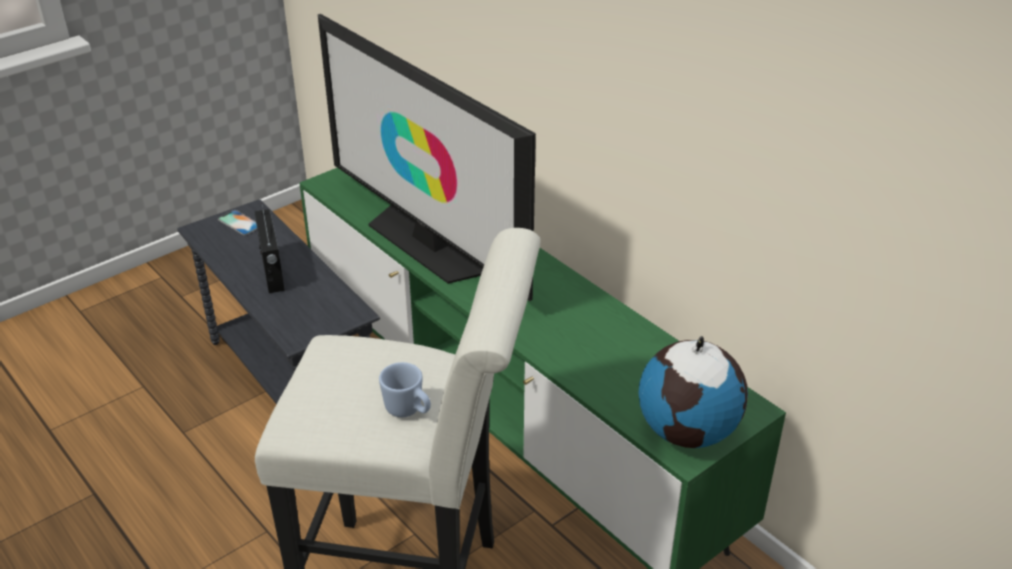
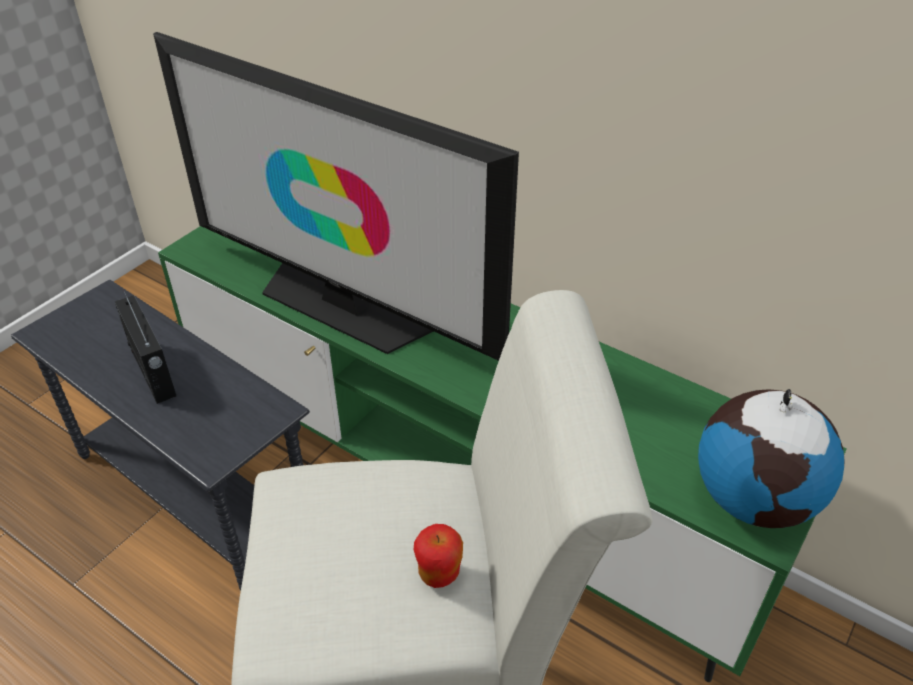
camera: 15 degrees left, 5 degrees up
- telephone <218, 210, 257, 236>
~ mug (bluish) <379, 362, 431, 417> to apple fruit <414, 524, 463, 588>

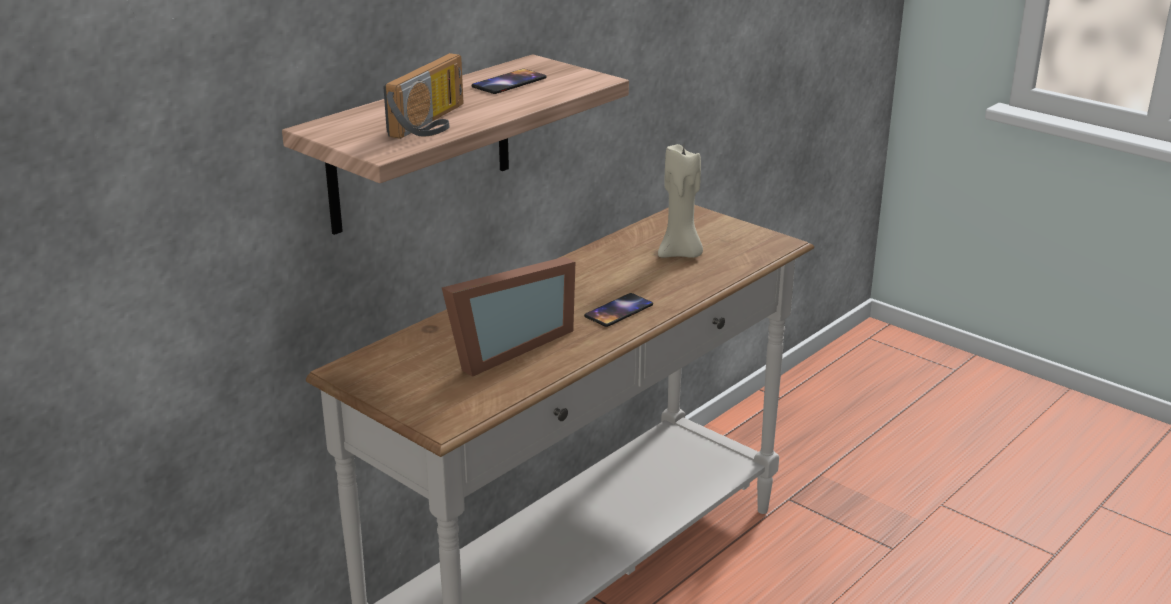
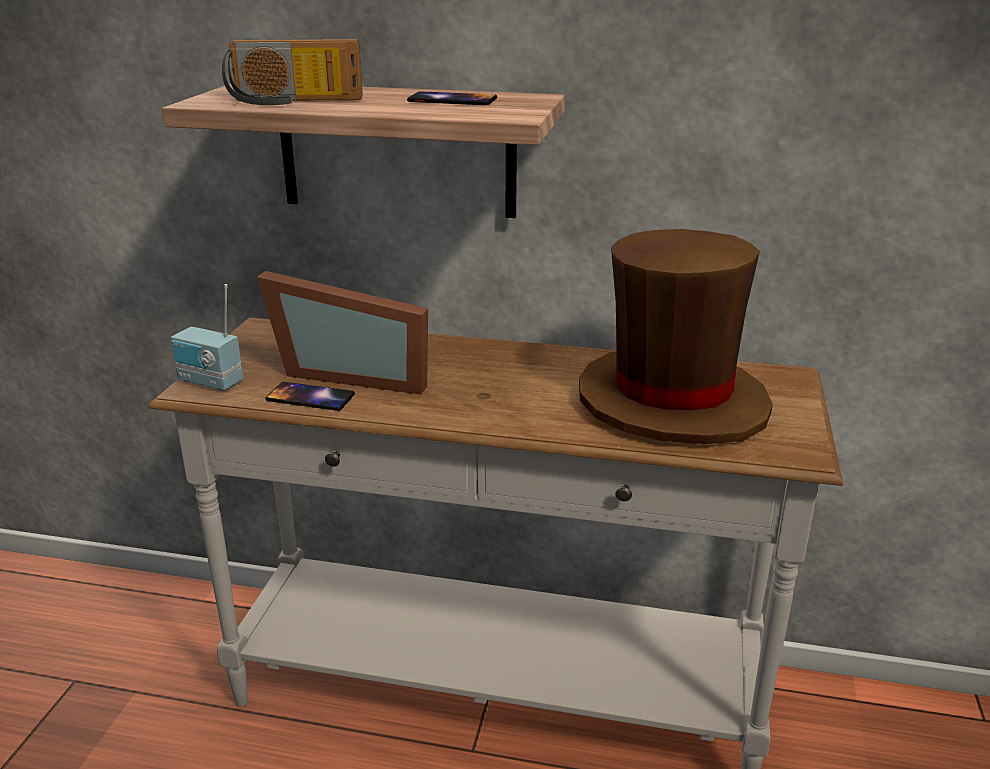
camera: 60 degrees right, 0 degrees up
~ telephone <584, 293, 653, 327> to <265, 382, 355, 411>
~ wax light (beige-coloured) <658, 144, 703, 258> to clothing hat (brown) <579, 229, 773, 444>
+ radio <171, 284, 243, 391>

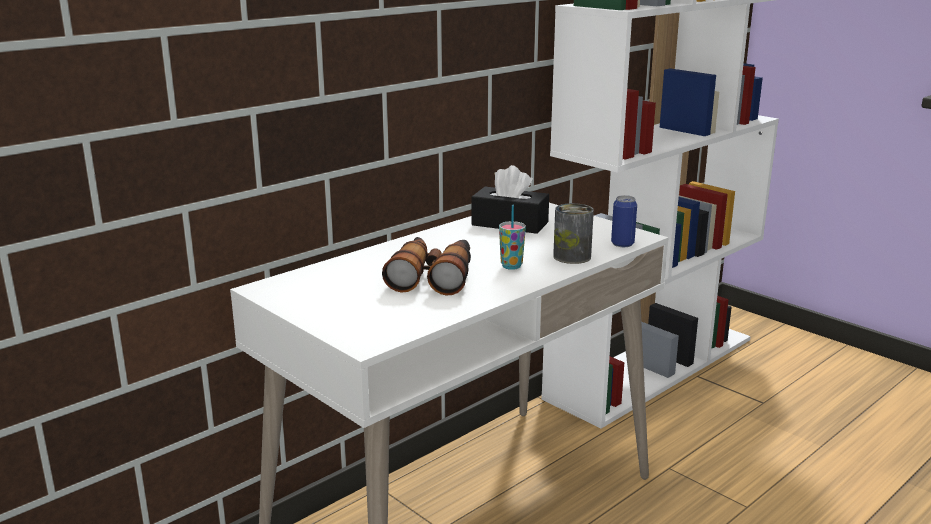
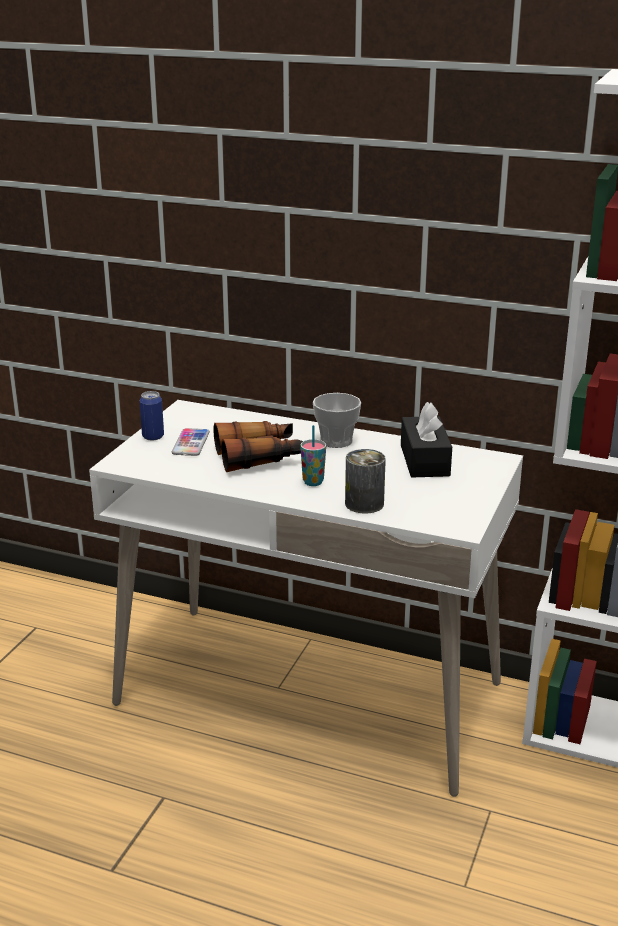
camera: 65 degrees right, 5 degrees up
~ can <611, 195, 637, 247> to <139, 391, 164, 441>
+ telephone <172, 428, 210, 456>
+ drinking cup <313, 393, 361, 448>

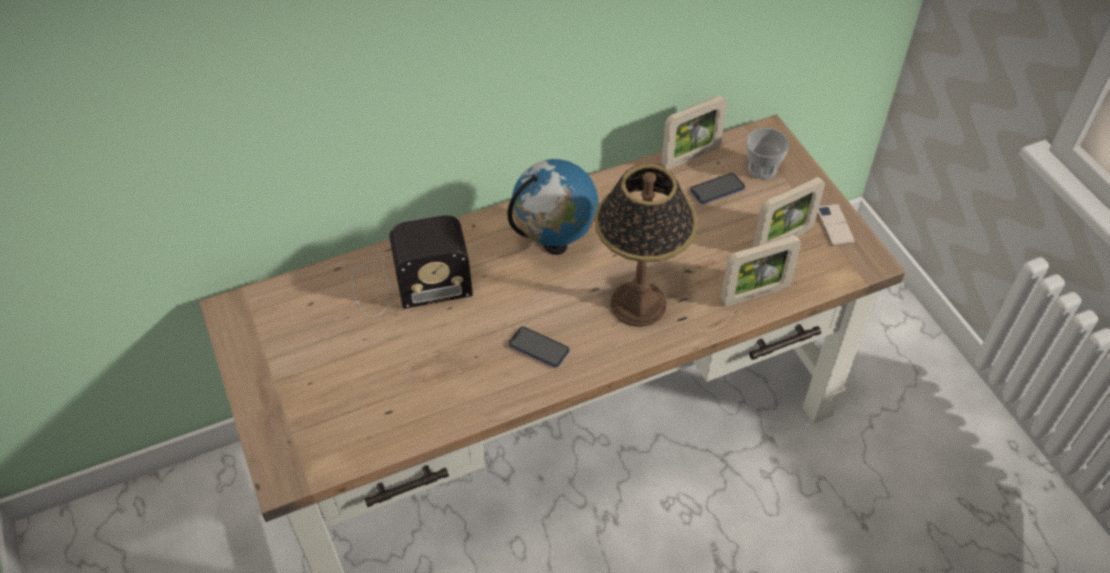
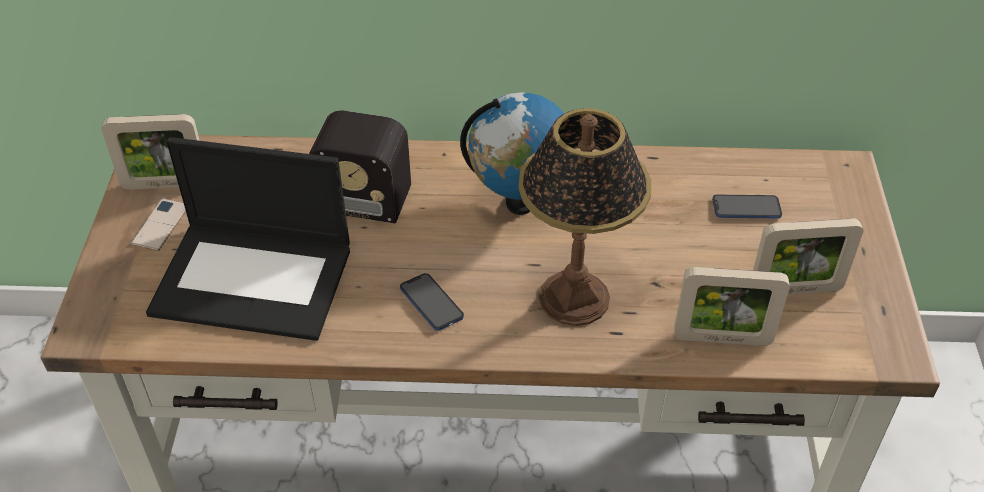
camera: 25 degrees right, 5 degrees down
~ standing frame <661, 95, 727, 170> to <102, 114, 200, 190>
- drinking cup <746, 128, 789, 179>
~ telephone <817, 204, 855, 246> to <131, 198, 186, 251>
+ laptop <146, 137, 350, 341>

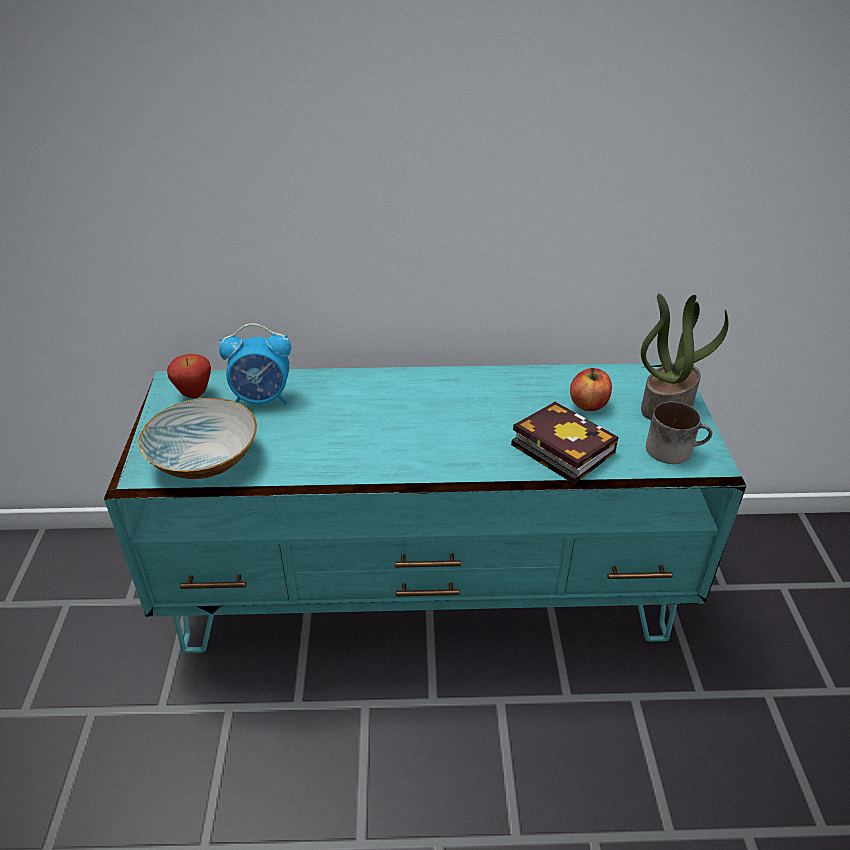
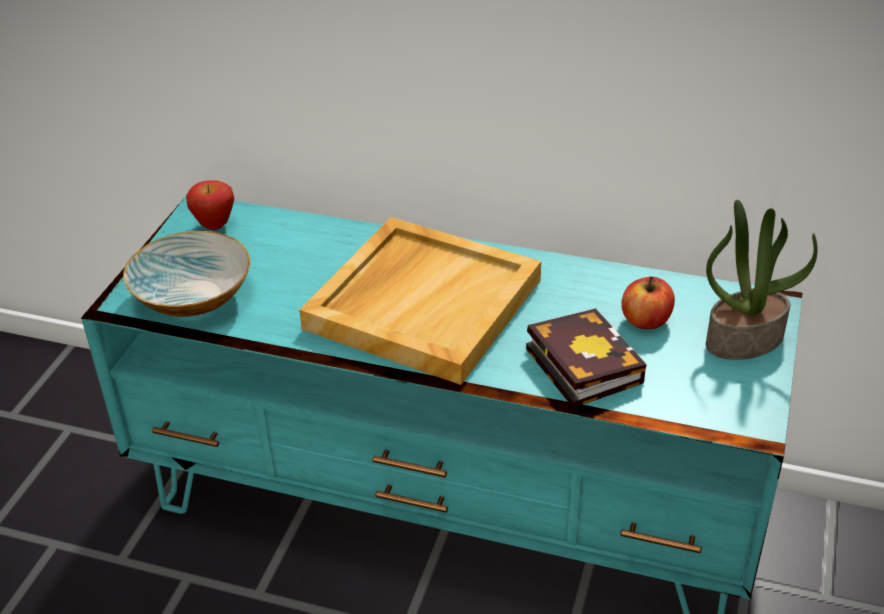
camera: 20 degrees right, 0 degrees up
- alarm clock <219, 323, 291, 404>
- mug <646, 401, 712, 464>
+ carrying tray (beige-coloured) <299, 217, 541, 385>

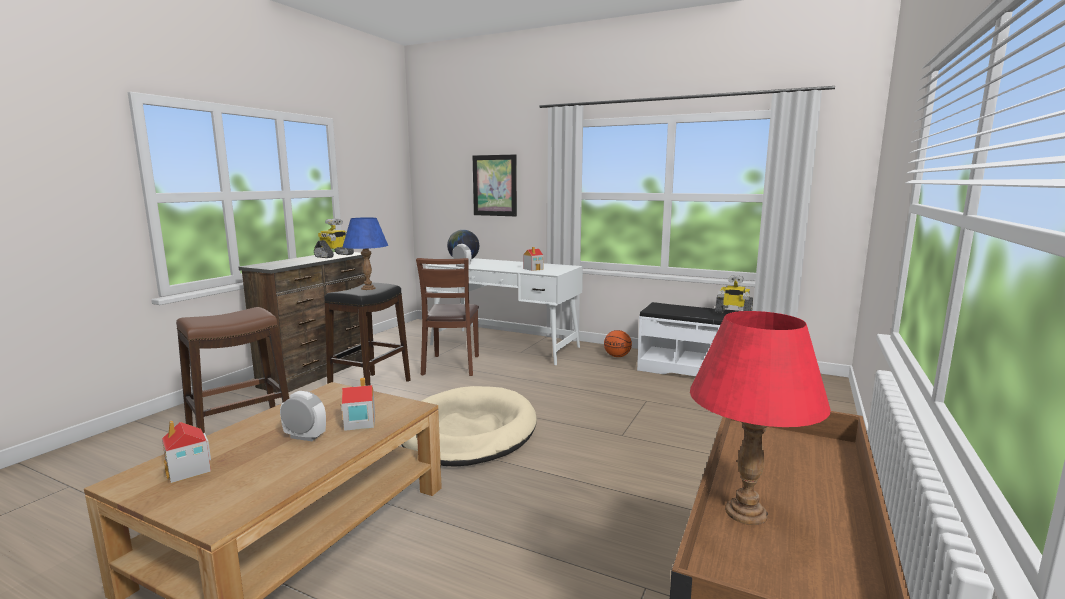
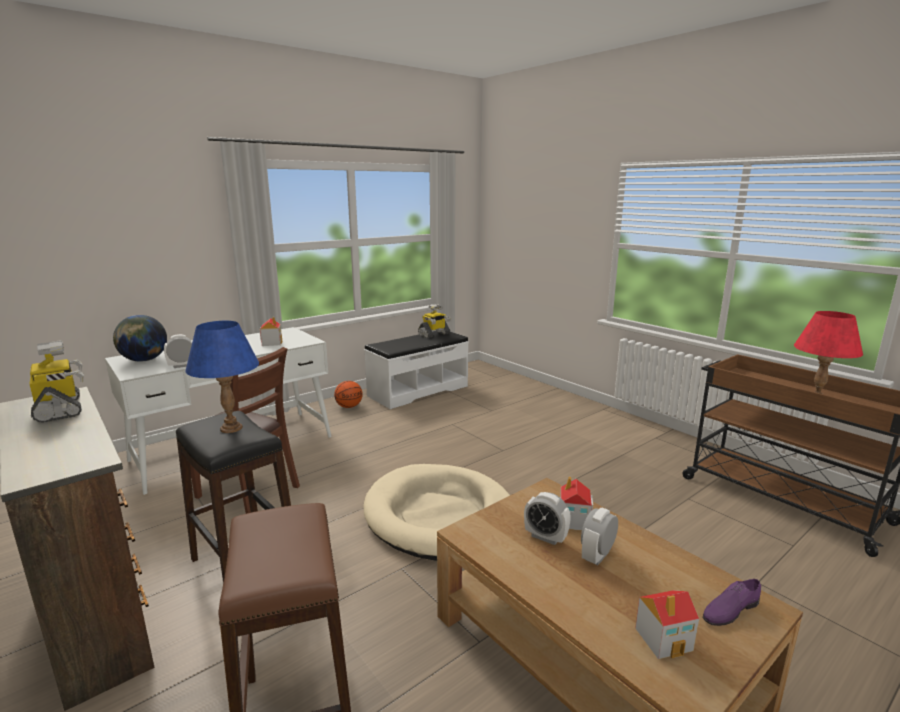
camera: 65 degrees left, 5 degrees up
- wall art <473, 154, 517, 216>
+ alarm clock <524, 492, 571, 545>
+ low shoe (purple) <703, 579, 761, 626>

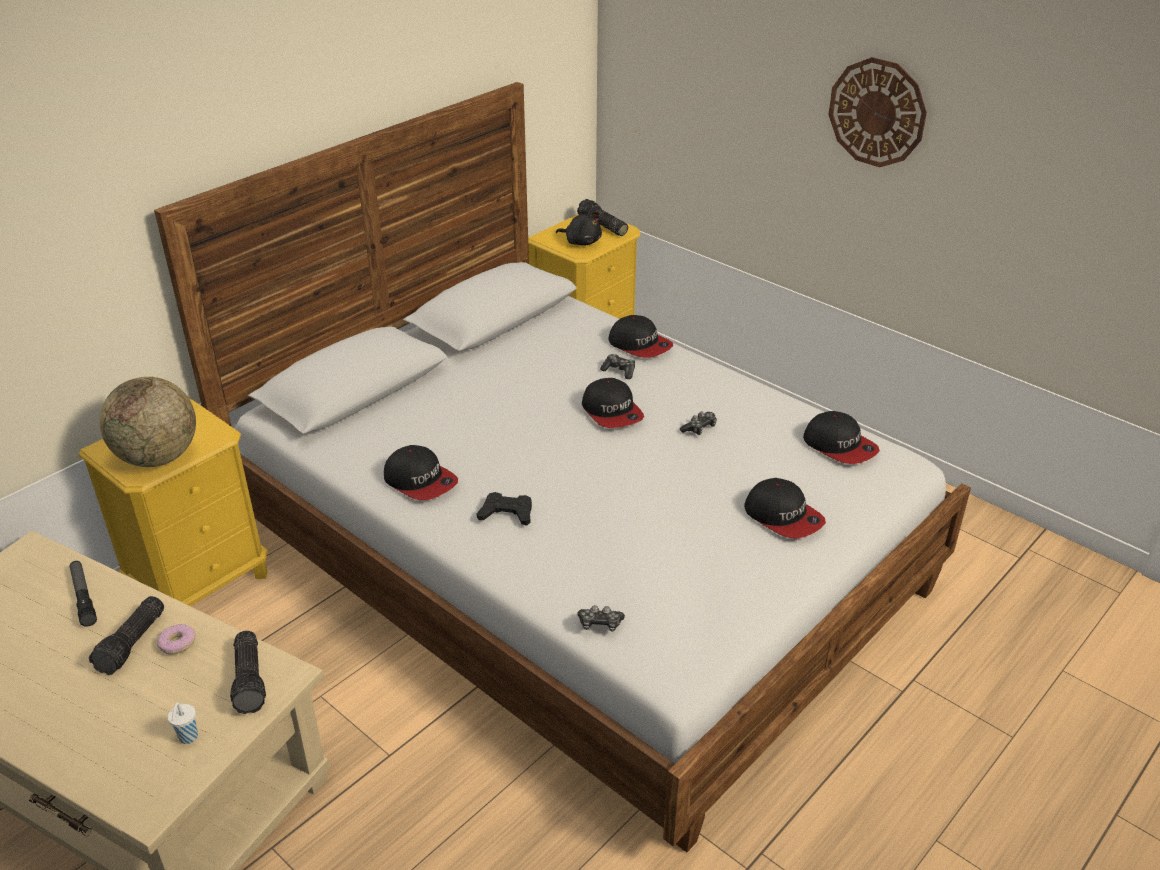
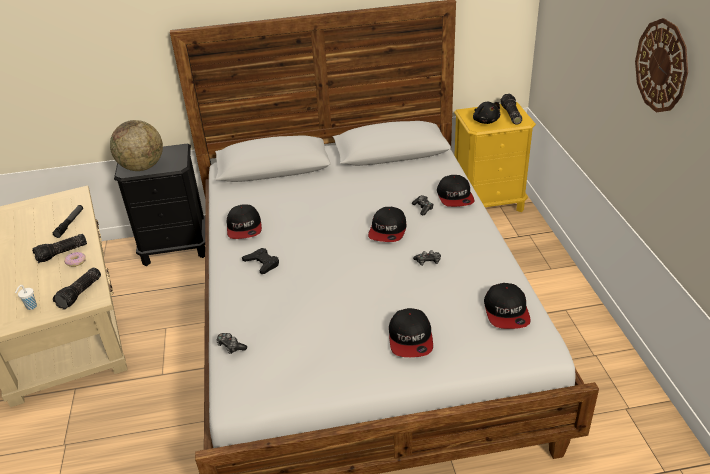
camera: 40 degrees right, 0 degrees up
~ bedside table (yellow-coloured) <79, 398, 268, 606> to bedside table (blackish) <114, 143, 205, 266>

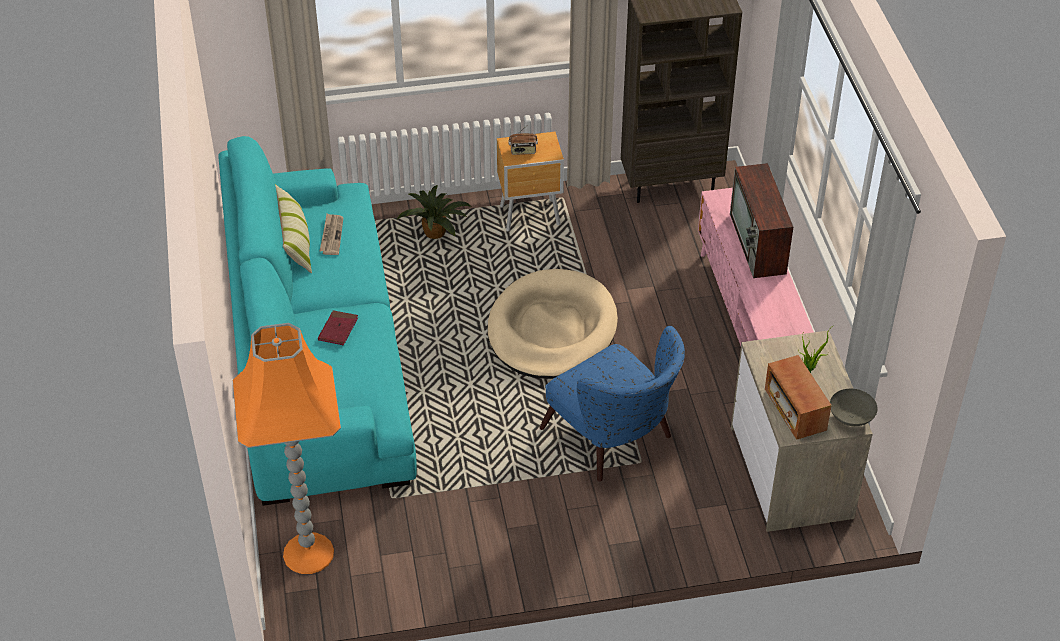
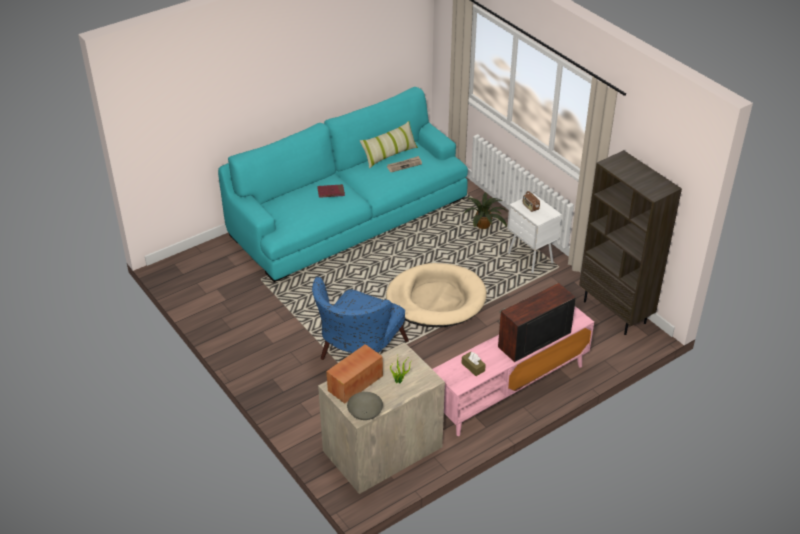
camera: 65 degrees right, 5 degrees down
- standard lamp (orange) <233, 323, 341, 574>
~ bedside table (brown) <497, 132, 564, 232> to bedside table (white) <507, 193, 562, 273>
+ tissue box (brown) <461, 352, 486, 376>

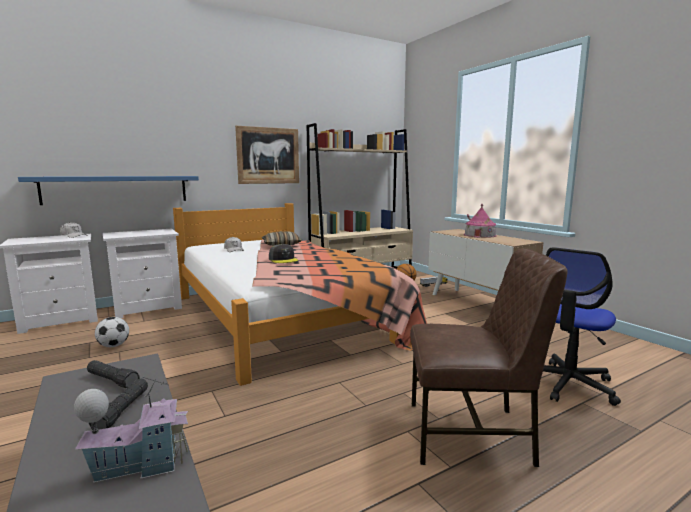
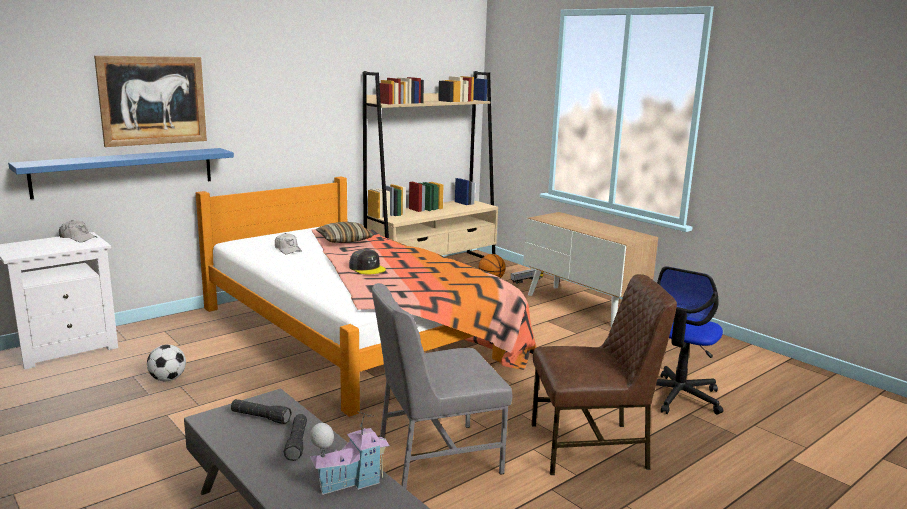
camera: 10 degrees left, 5 degrees up
- bedside table (white) <103, 229, 182, 318>
~ wall art <235, 126, 299, 184> to <94, 56, 207, 147>
- model house <464, 204, 497, 238>
+ chair (gray) <372, 283, 512, 489>

